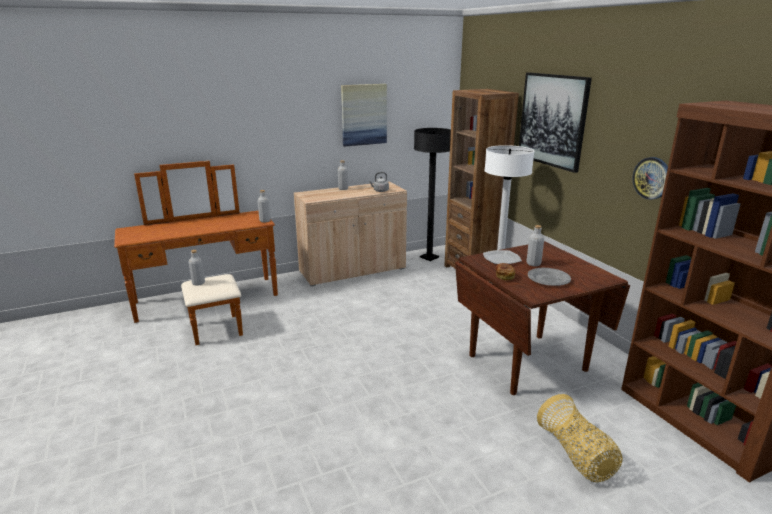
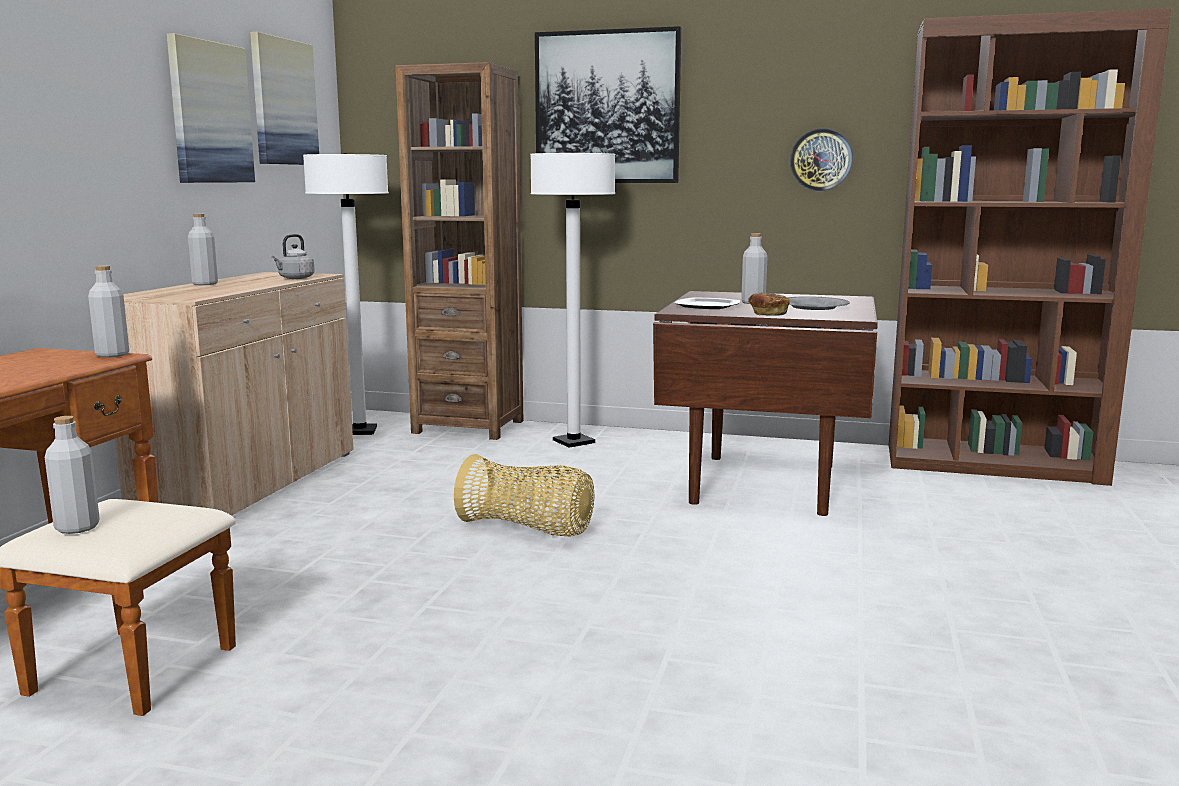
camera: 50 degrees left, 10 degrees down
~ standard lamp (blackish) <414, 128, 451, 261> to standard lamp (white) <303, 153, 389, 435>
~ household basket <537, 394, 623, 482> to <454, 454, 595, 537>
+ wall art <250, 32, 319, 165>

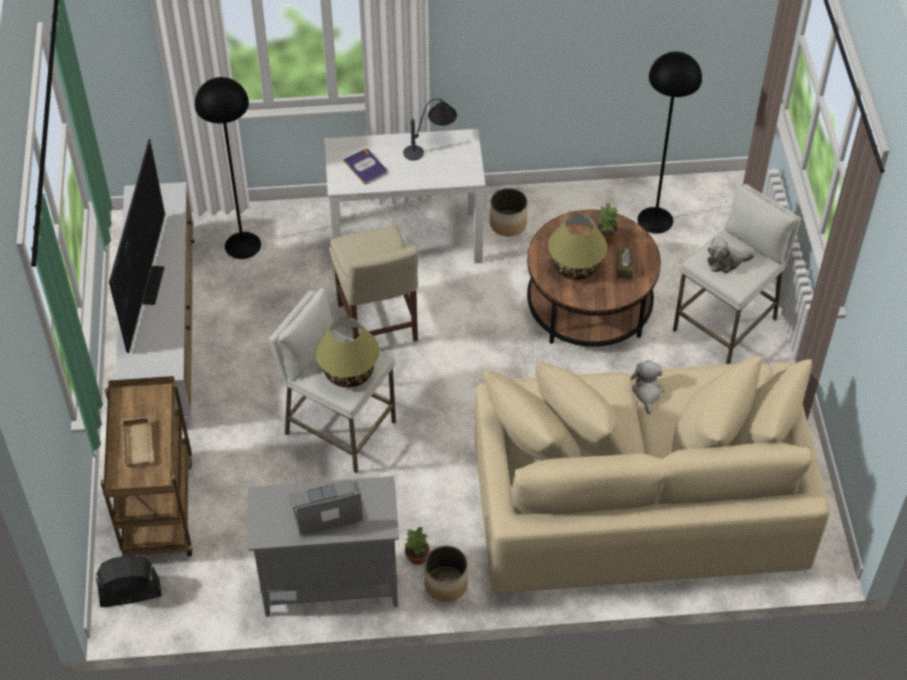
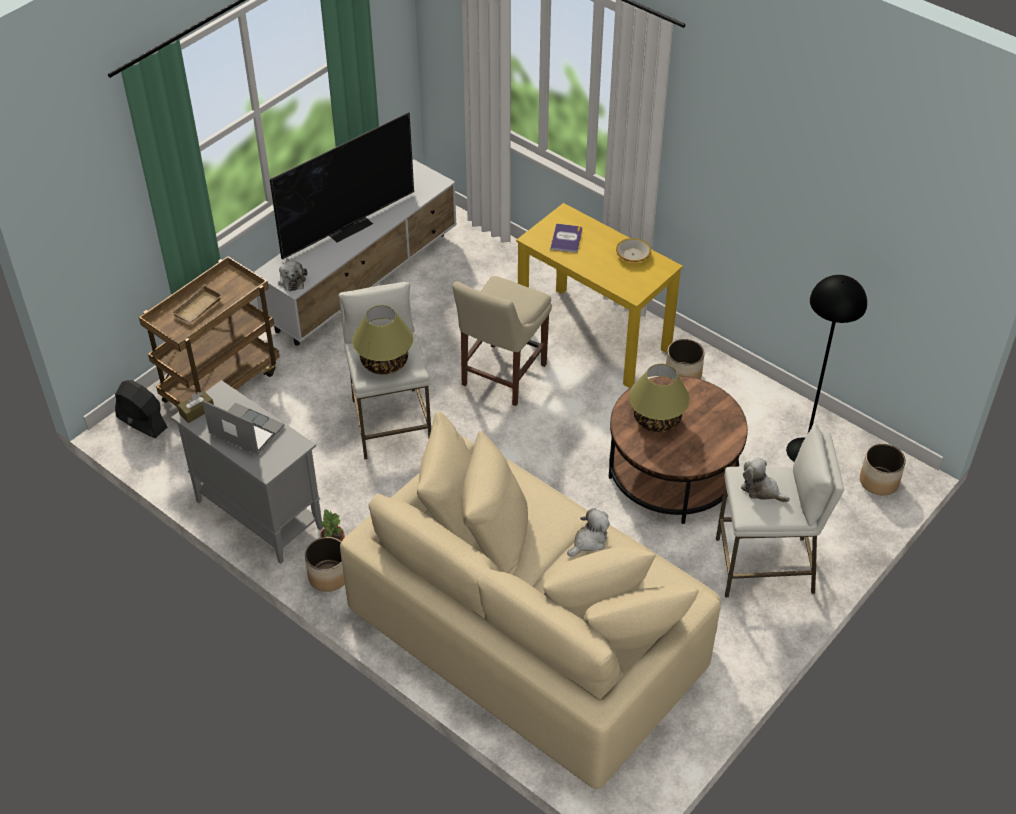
camera: 45 degrees right, 5 degrees down
- standard lamp (blackish) <195, 77, 261, 259>
~ desk table (white) <325, 129, 486, 263> to desk table (yellow-coloured) <516, 203, 683, 388>
~ tabletop lamp <403, 99, 457, 160> to serving bowl <616, 238, 651, 262>
- potted plant <596, 203, 619, 245>
~ tissue box (brown) <617, 248, 634, 279> to <177, 390, 214, 423>
+ soft toy <278, 259, 307, 291>
+ plant pot <860, 444, 906, 495>

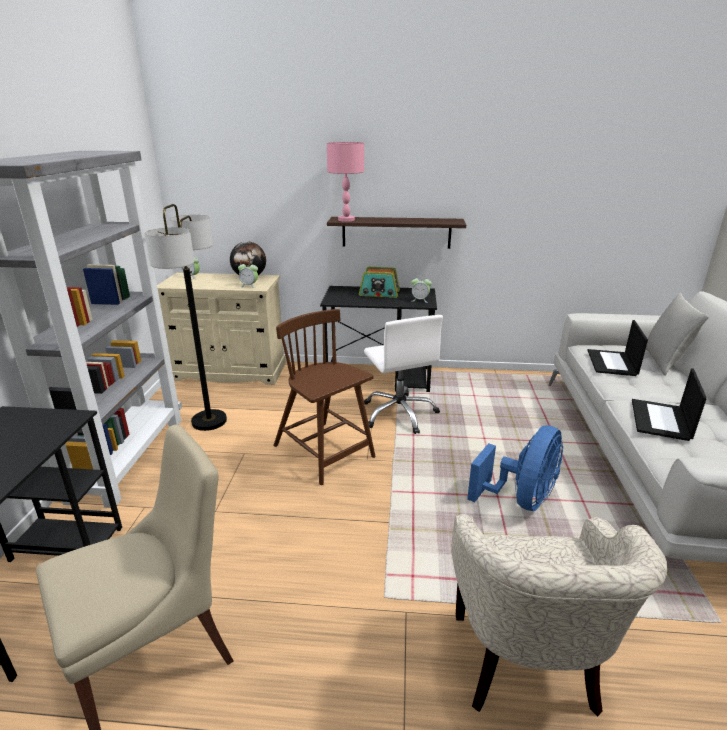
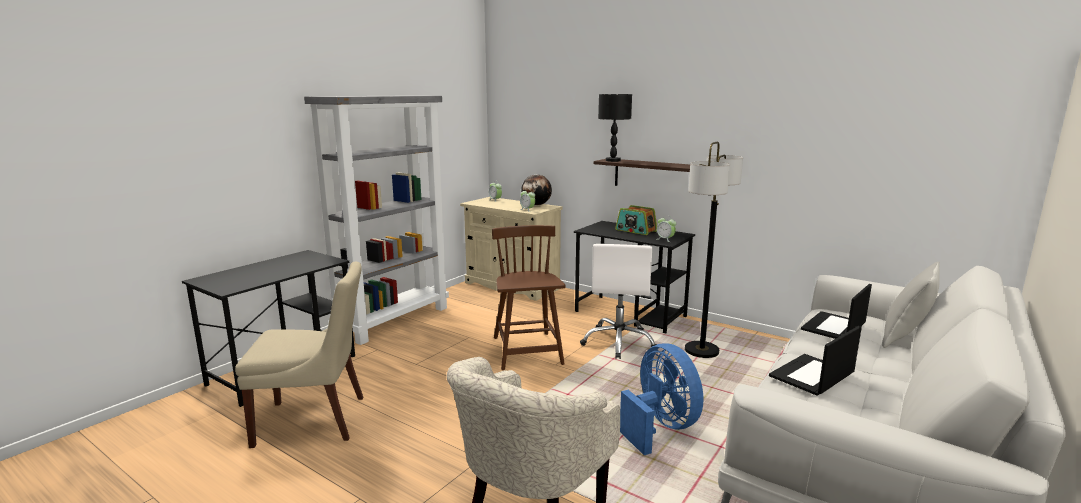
camera: 30 degrees right, 10 degrees down
~ standard lamp <144, 204, 227, 431> to <685, 141, 743, 358>
~ tabletop lamp (pink-coloured) <327, 142, 364, 222> to tabletop lamp (blackish) <598, 94, 632, 162>
~ cooling fan (bluish) <467, 425, 563, 511> = <620, 343, 703, 455> 90 degrees counterclockwise

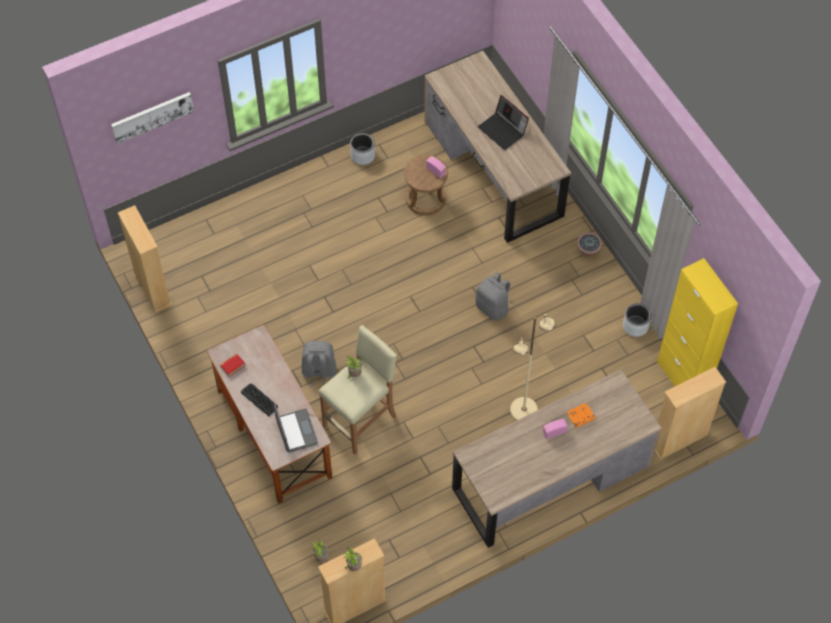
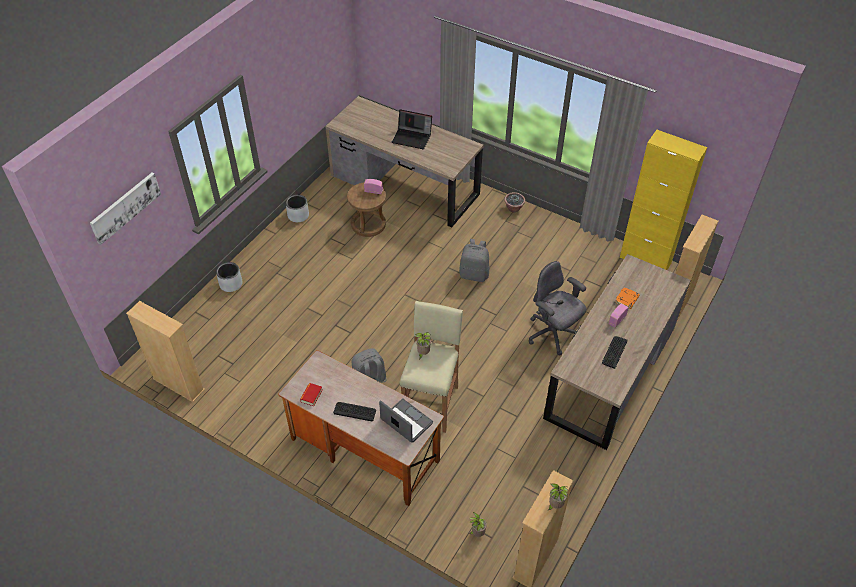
camera: 30 degrees left, 10 degrees down
~ standard lamp (beige-coloured) <510, 314, 556, 420> to office chair (gray) <529, 261, 586, 355>
~ plant pot (gray) <623, 303, 651, 337> to <216, 262, 242, 292>
+ computer keyboard <602, 336, 627, 369>

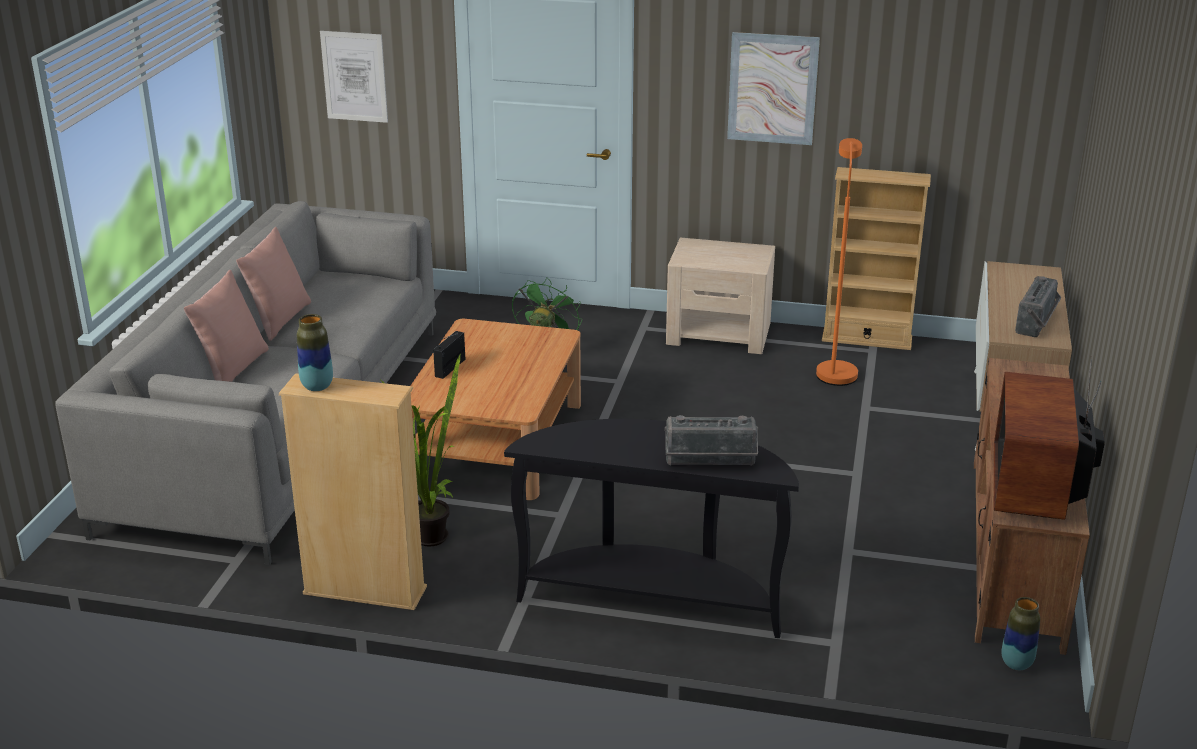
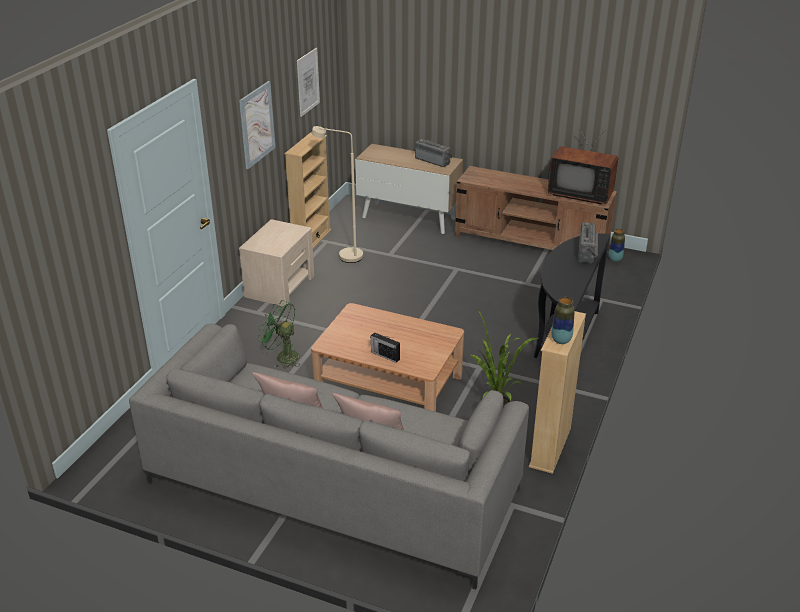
camera: 80 degrees left, 5 degrees up
~ wall art <320, 31, 388, 123> to <297, 48, 320, 117>
~ standard lamp (orange) <816, 138, 862, 386> to standard lamp (beige-coloured) <312, 126, 363, 263>

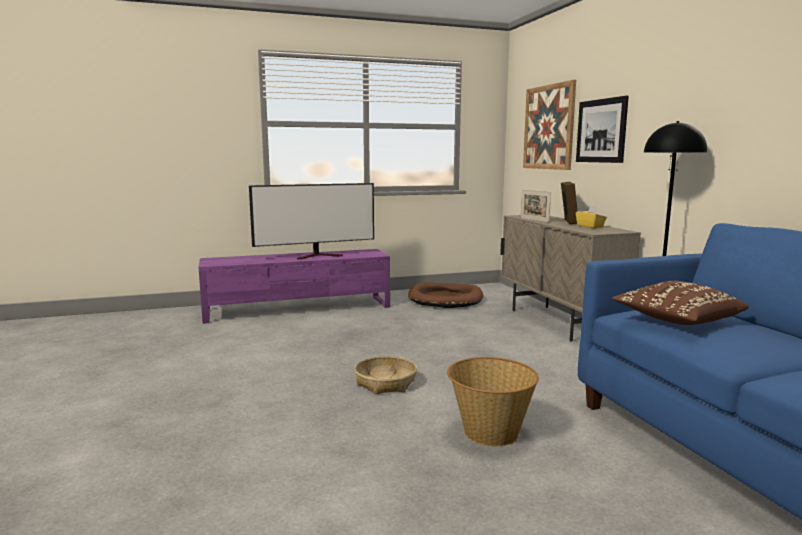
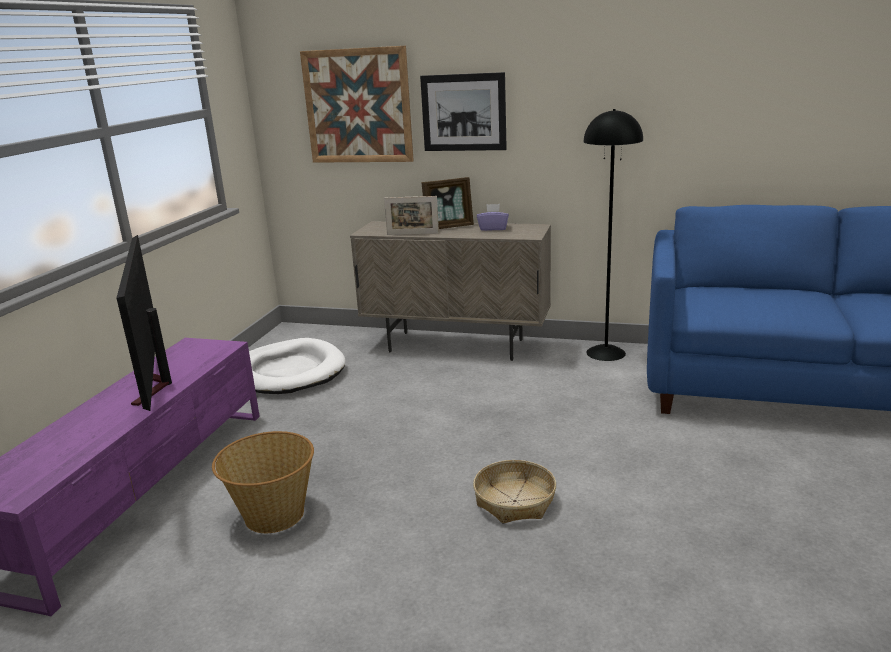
camera: 55 degrees left, 10 degrees up
~ TV <249, 183, 374, 260> = <117, 235, 172, 411> 150 degrees clockwise
~ pet bed (brown) <408, 282, 483, 308> to pet bed (white) <249, 338, 346, 394>
~ household basket <447, 357, 539, 446> to <212, 431, 314, 533>
~ standing frame <561, 182, 577, 224> = <422, 177, 474, 229> 120 degrees clockwise
~ tissue box (yellow-coloured) <576, 205, 607, 228> to tissue box (purple) <477, 204, 509, 231>
- cushion (brown) <612, 281, 749, 325>

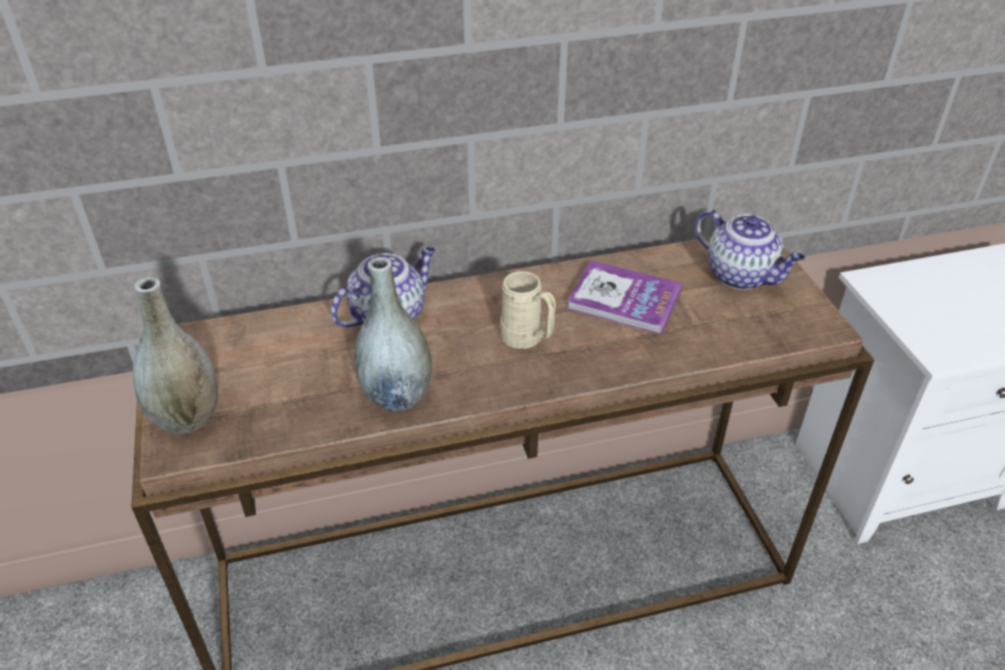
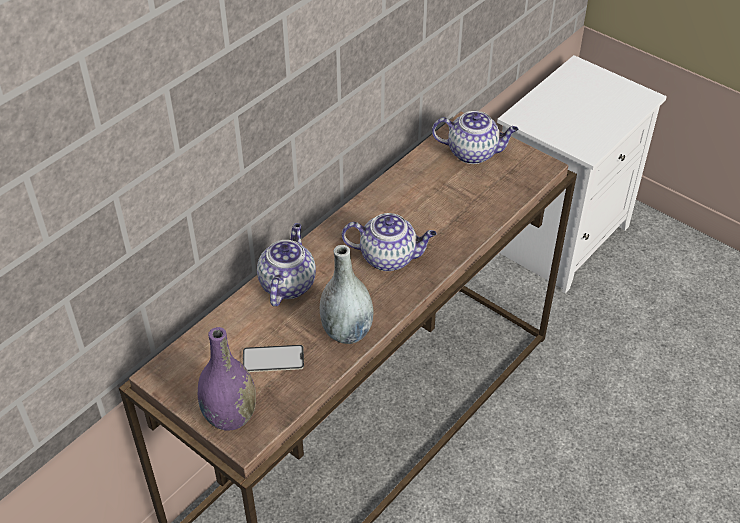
camera: 35 degrees left, 5 degrees up
~ vase (gray) <133, 277, 218, 434> to vase (purple) <198, 327, 256, 431>
~ mug (beige-coloured) <500, 271, 556, 349> to teapot <342, 213, 437, 271>
- bound book <567, 260, 683, 335>
+ telephone <243, 345, 304, 372>

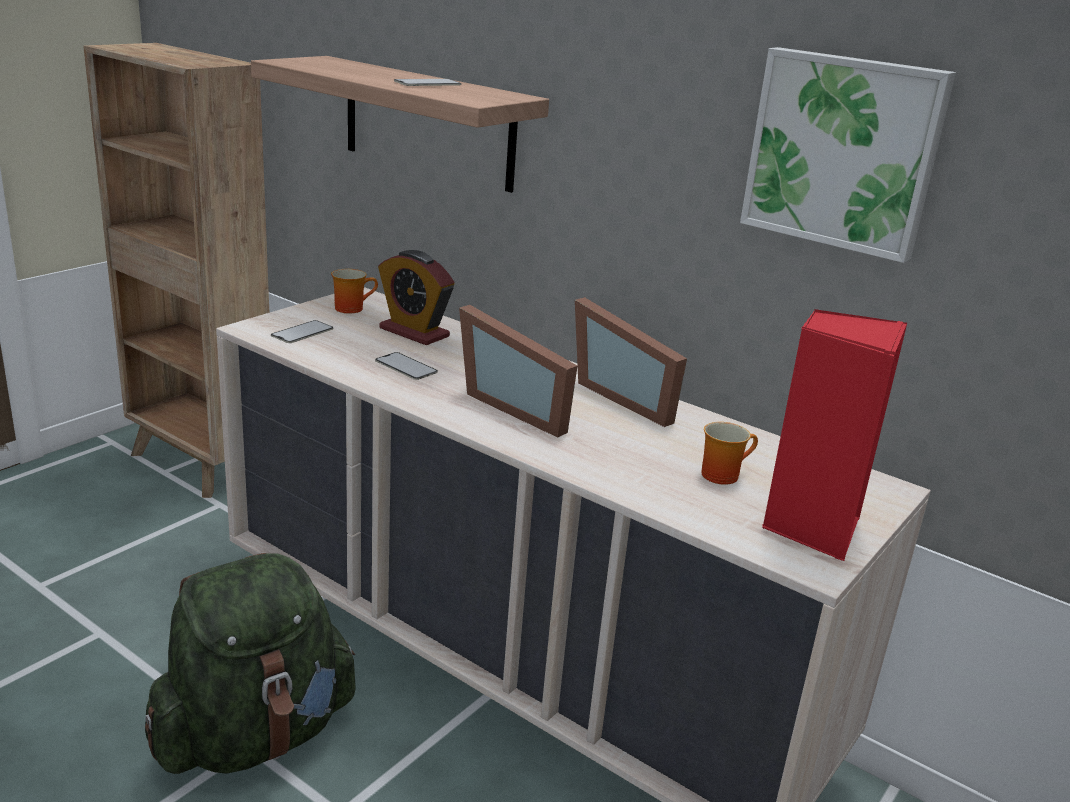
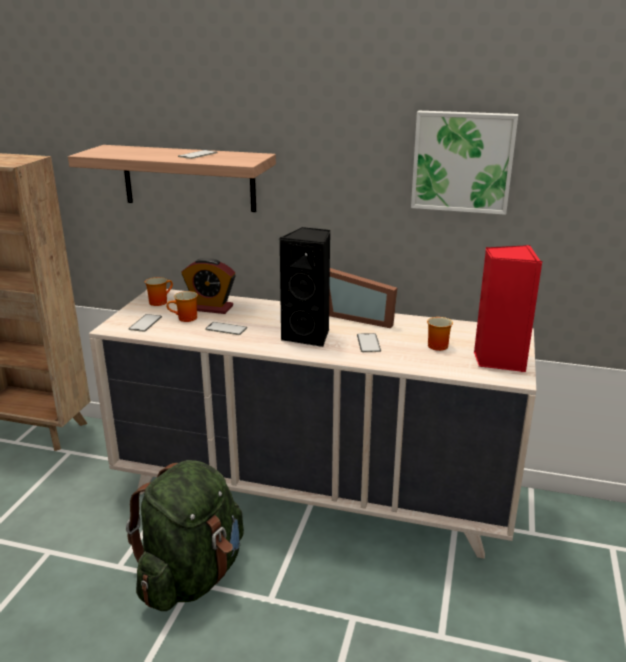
camera: 20 degrees left, 0 degrees up
~ standing frame <459, 305, 577, 438> to loudspeaker (blackish) <278, 227, 330, 347>
+ mug <166, 291, 198, 322>
+ telephone <357, 333, 381, 352>

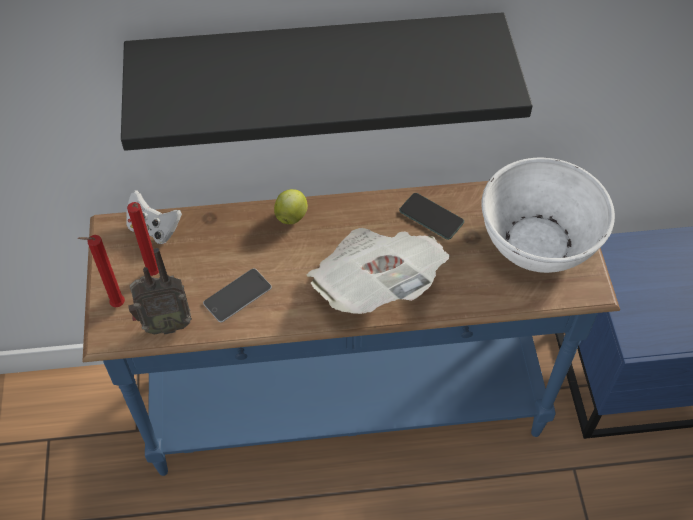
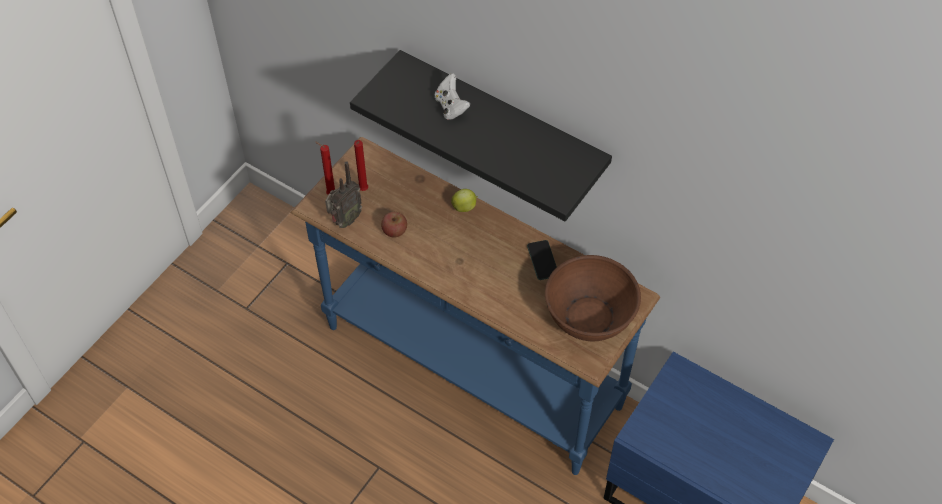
camera: 40 degrees right, 0 degrees up
~ joypad (white) <126, 190, 182, 244> to <435, 74, 470, 120>
~ radio <128, 248, 192, 335> = <325, 162, 362, 228> 75 degrees counterclockwise
~ telephone <203, 268, 272, 322> to apple fruit <381, 212, 407, 238>
- printed paper <306, 227, 449, 314>
~ serving bowl (white) <482, 158, 615, 273> to serving bowl (brown) <545, 255, 641, 341>

